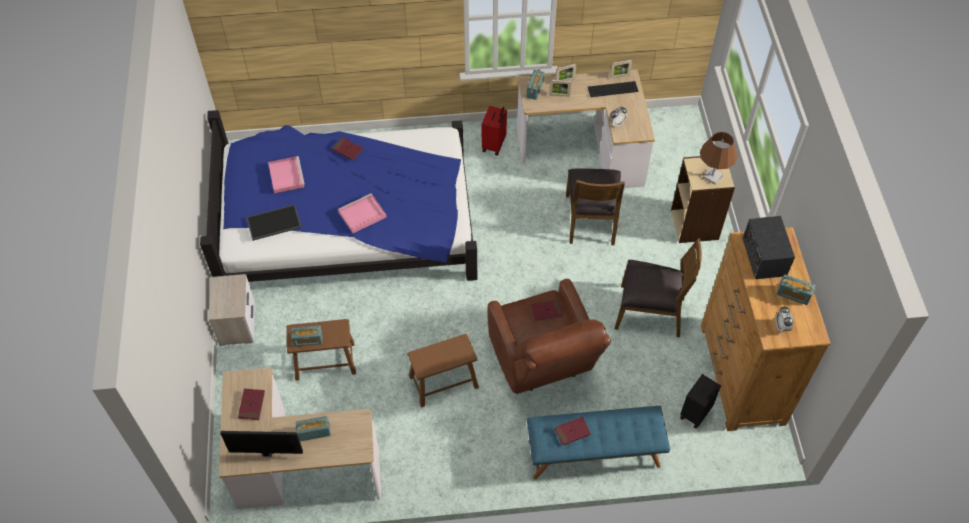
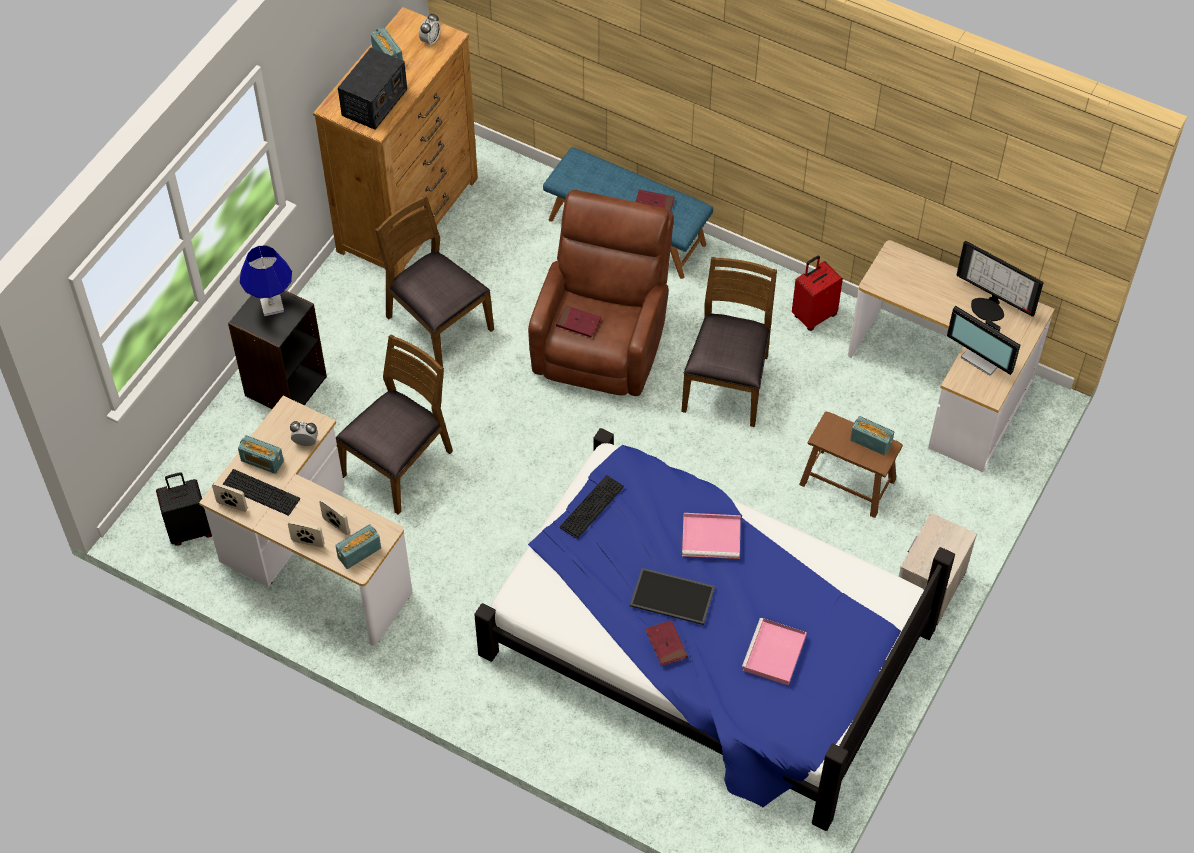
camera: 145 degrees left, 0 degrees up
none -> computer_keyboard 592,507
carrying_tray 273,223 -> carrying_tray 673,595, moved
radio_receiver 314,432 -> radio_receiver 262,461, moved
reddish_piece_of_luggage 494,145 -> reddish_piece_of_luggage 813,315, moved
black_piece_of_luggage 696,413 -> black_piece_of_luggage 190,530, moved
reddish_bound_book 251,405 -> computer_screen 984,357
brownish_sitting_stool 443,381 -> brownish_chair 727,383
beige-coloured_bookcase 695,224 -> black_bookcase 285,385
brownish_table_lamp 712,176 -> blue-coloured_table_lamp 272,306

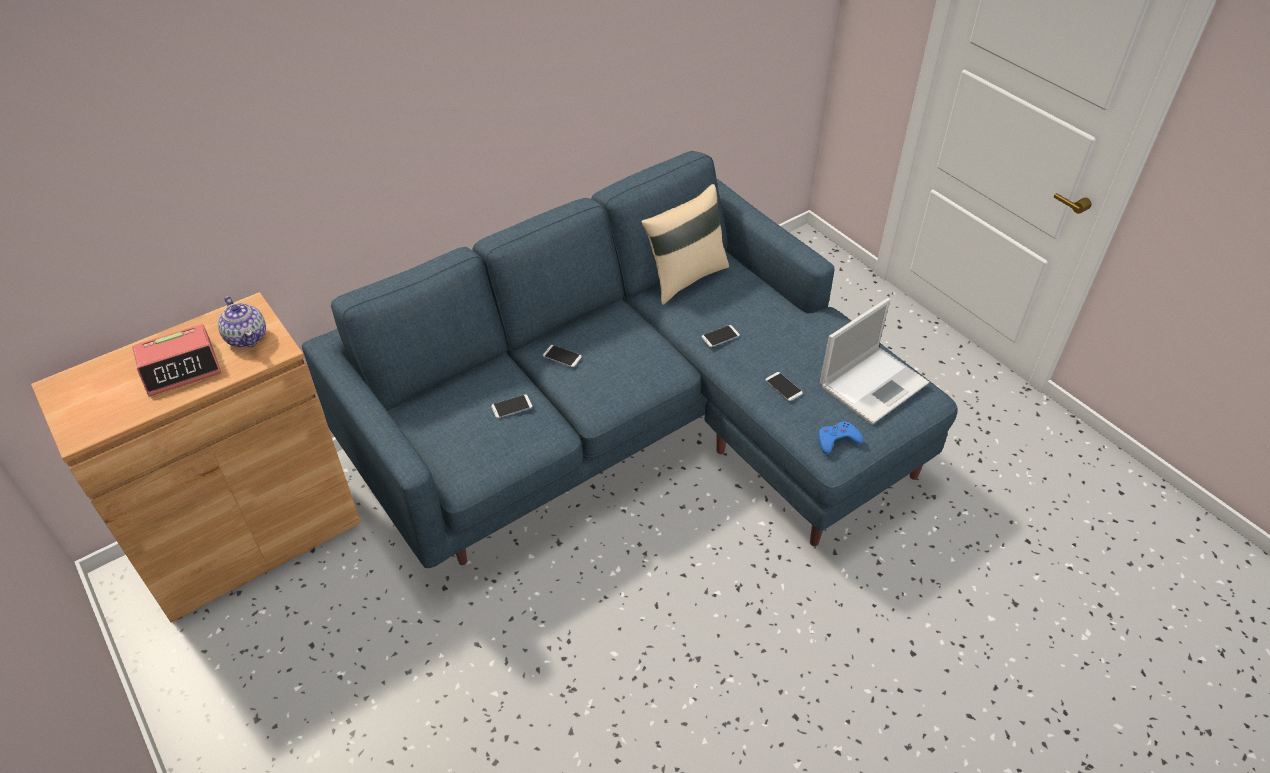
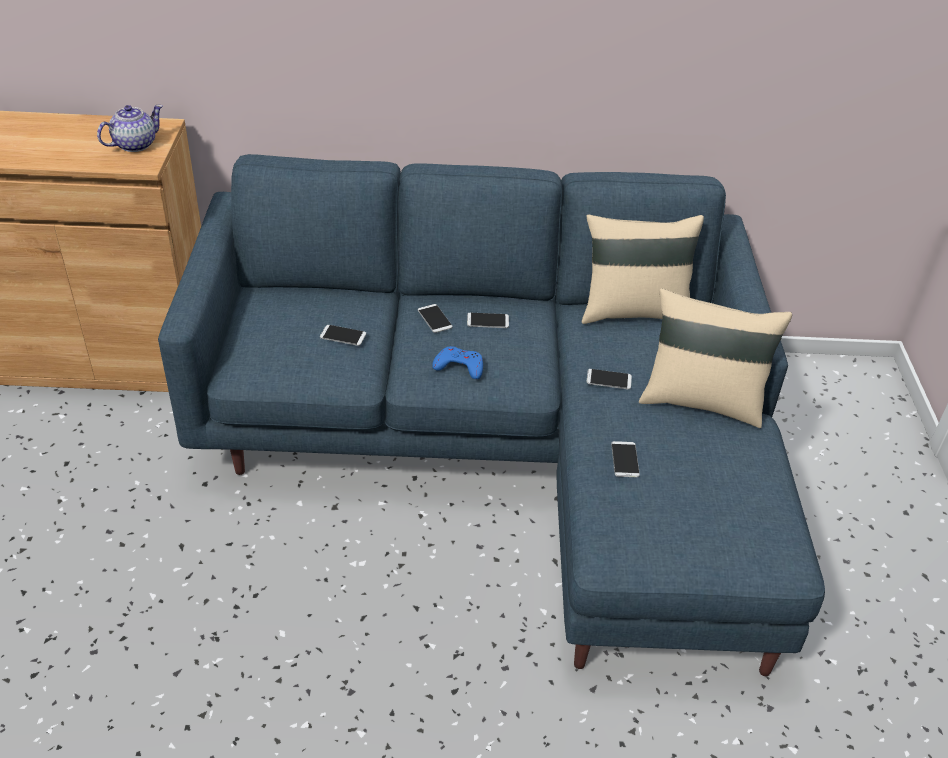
camera: 35 degrees right, 5 degrees down
bedside_clock 181,367 -> none
portable_computer 874,383 -> none
none -> phone 488,321
none -> beige-coloured_cushion 701,401
blue-coloured_gamepad 837,440 -> blue-coloured_gamepad 459,366, moved
pot_for_tea 247,337 -> pot_for_tea 134,145, 135 degrees counterclockwise

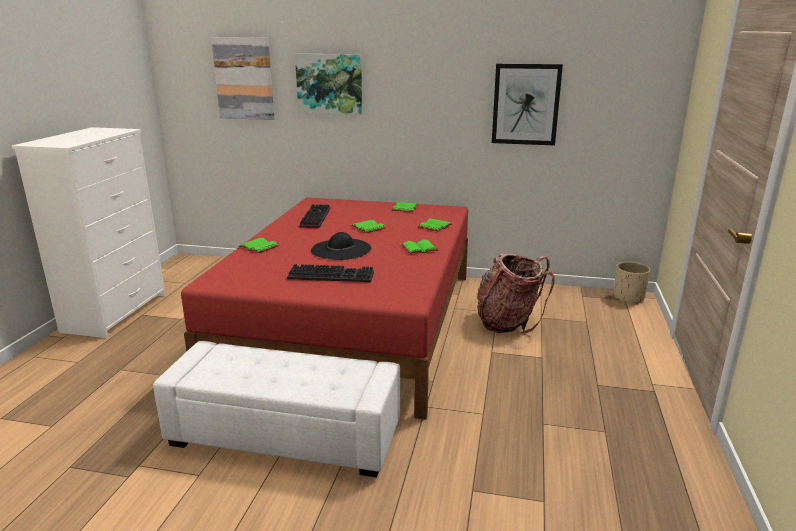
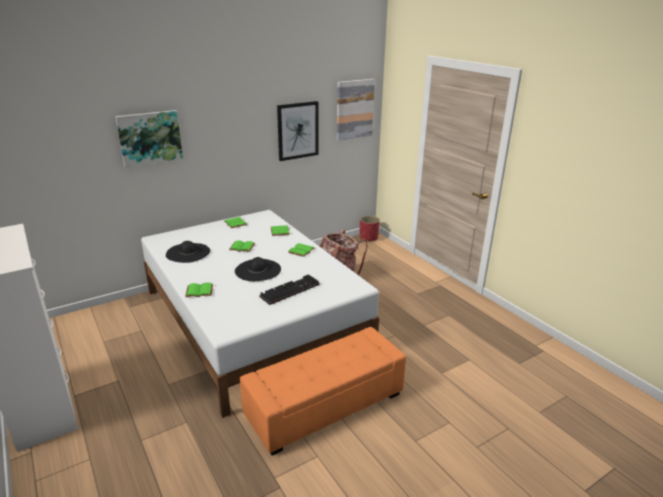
camera: 45 degrees left, 5 degrees up
picture 244,78 -> picture 354,109, moved
computer_keyboard 314,217 -> black_clothing_hat 188,253
white_ottoman 285,434 -> orange-coloured_ottoman 324,405
reddish_sleeping_bed 354,323 -> white_sleeping_bed 253,320
beige-coloured_planter 628,297 -> reddish_planter 368,238

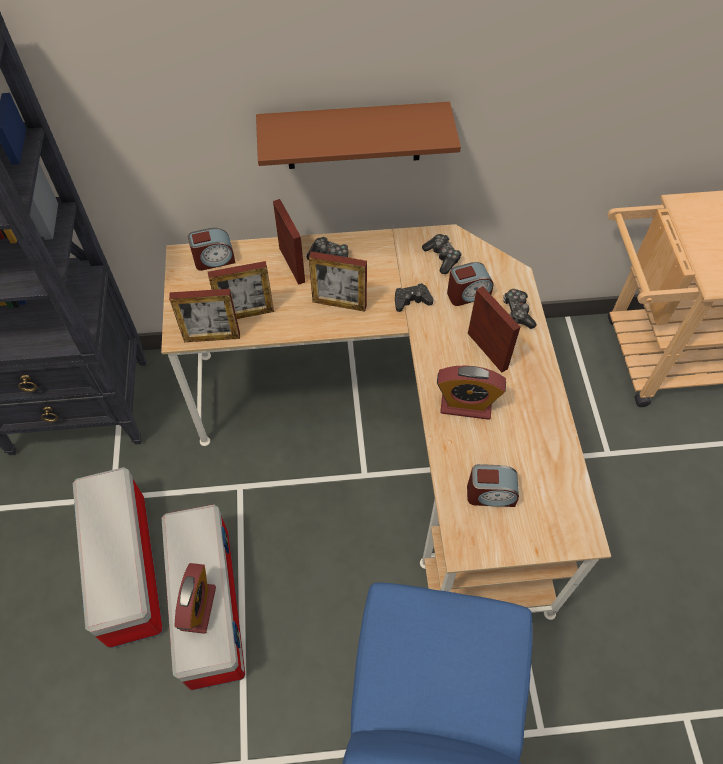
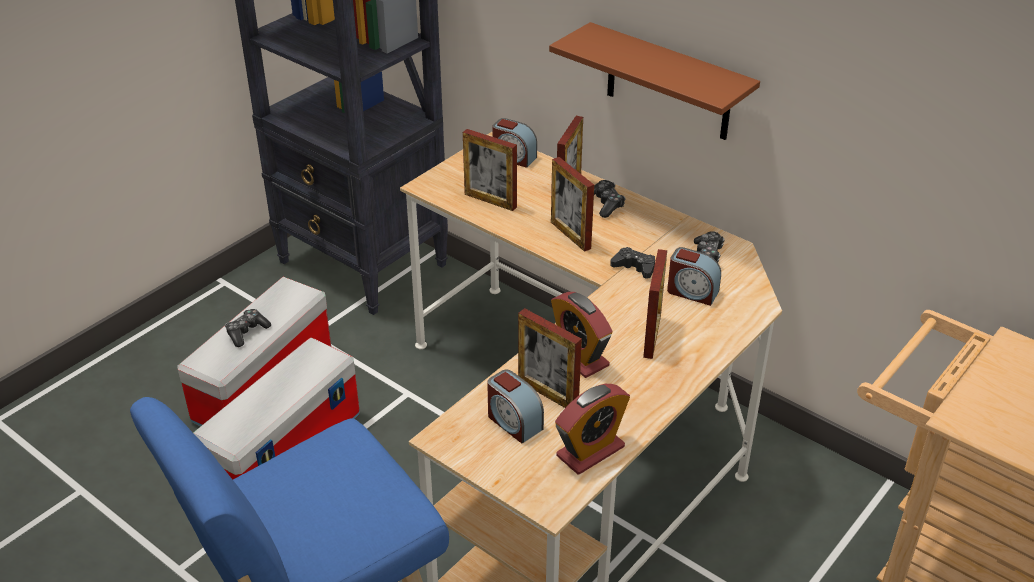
camera: 45 degrees right, 20 degrees down
picture_frame 212,337 -> picture_frame 548,393, moved
bedside_clock 198,608 -> bedside_clock 590,451, moved
gamepad 517,312 -> gamepad 247,332, moved

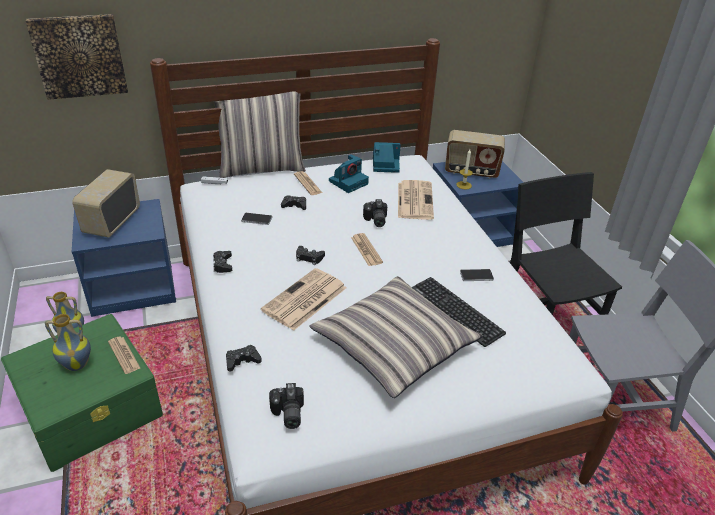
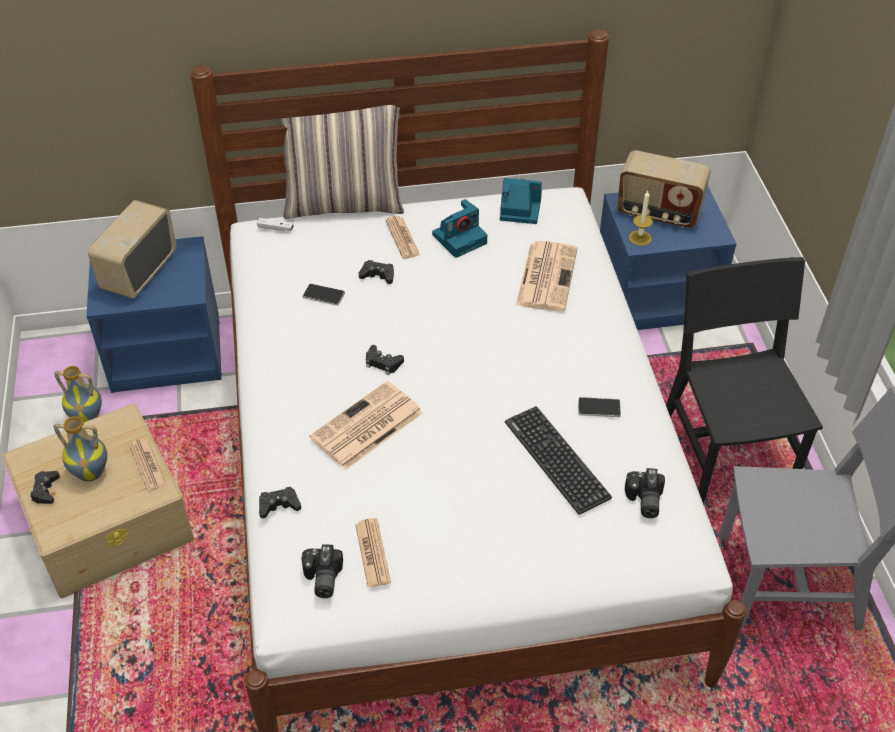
camera: 10 degrees right, 10 degrees up
picture 79,56 -> none
cushion 394,345 -> none
black_gamepad 222,264 -> black_gamepad 45,490, moved
newspaper 366,250 -> newspaper 372,553, moved
photo_camera 375,220 -> photo_camera 643,501, moved
green_storage_box 91,406 -> beige-coloured_storage_box 108,519

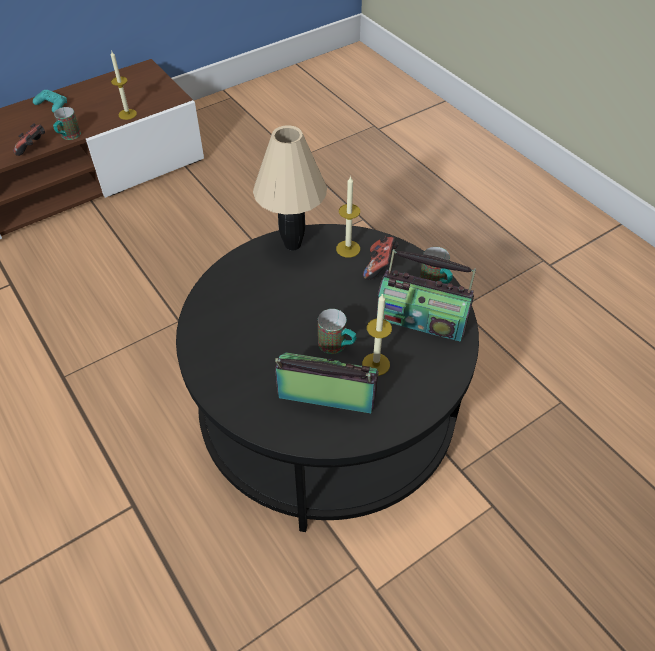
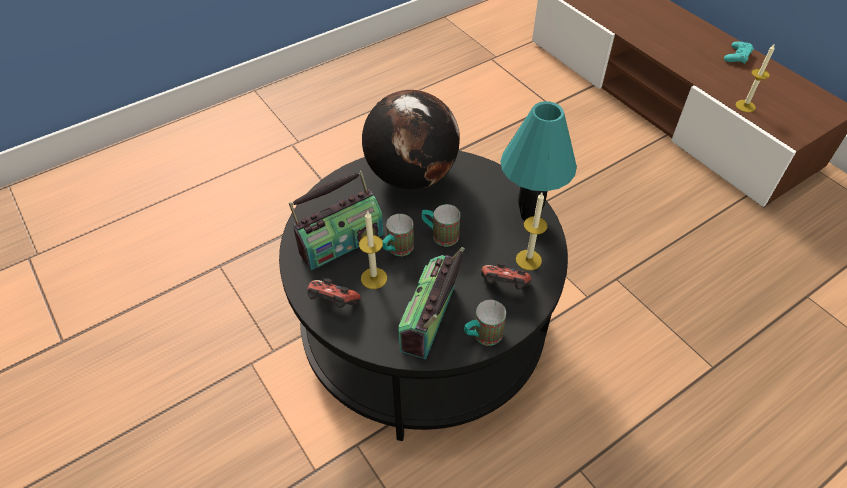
camera: 90 degrees right, 0 degrees up
none -> desk_globe 411,175
gamepad 34,148 -> gamepad 333,303, moved
mug 68,137 -> mug 440,235, moved
beige-coloured_table_lamp 292,245 -> blue-green_table_lamp 528,215
radio_receiver 326,396 -> radio_receiver 341,242, 45 degrees clockwise

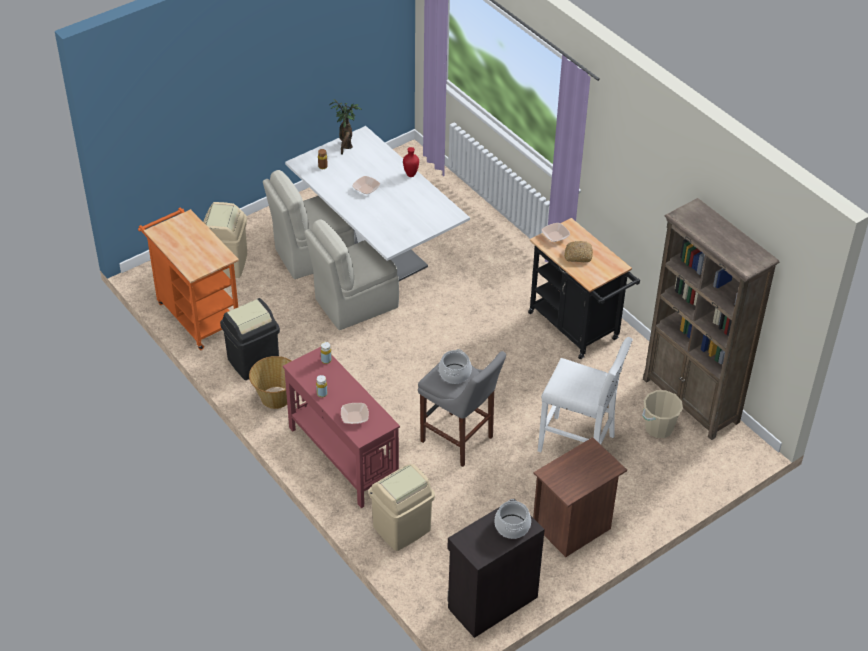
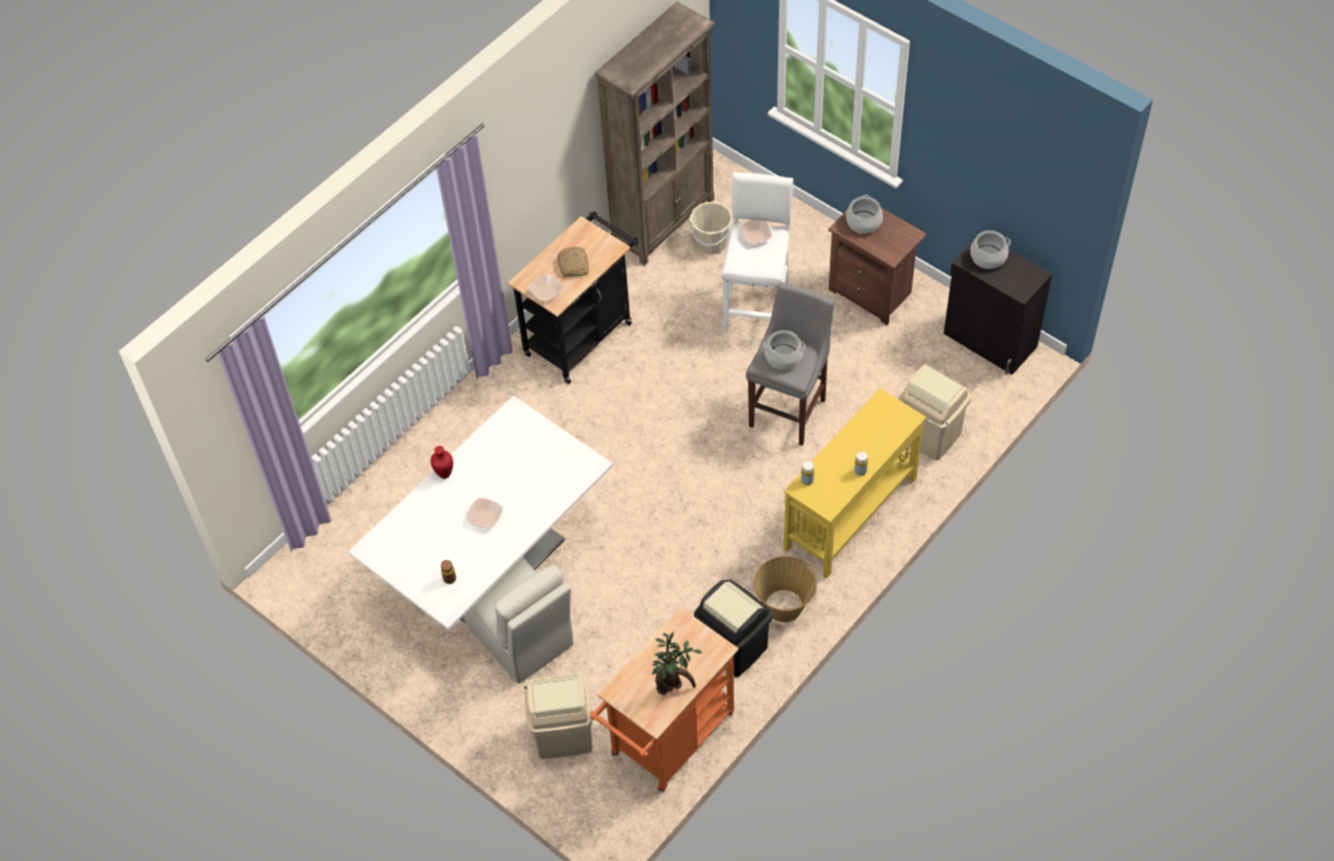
camera: 100 degrees left, 10 degrees up
beige-coloured_chair 354,304 -> none
none -> stockpot 864,222
plant_in_a_pot 346,146 -> plant_in_a_pot 673,686, moved
serving_bowl 354,417 -> serving_bowl 755,235, moved
reddish_narrow_table 343,456 -> yellow_narrow_table 849,513

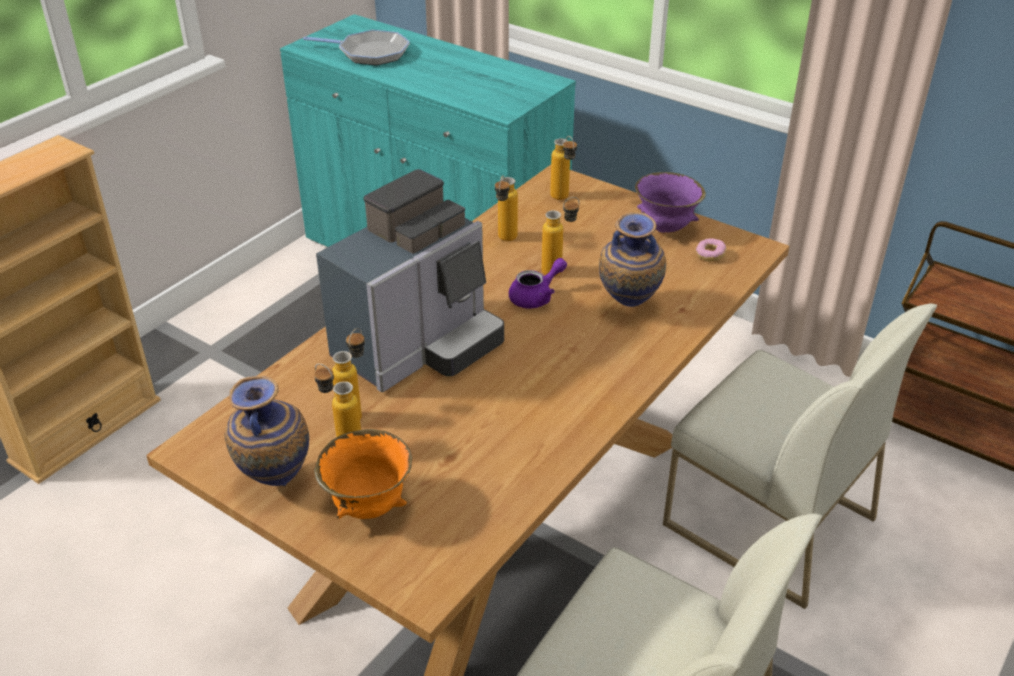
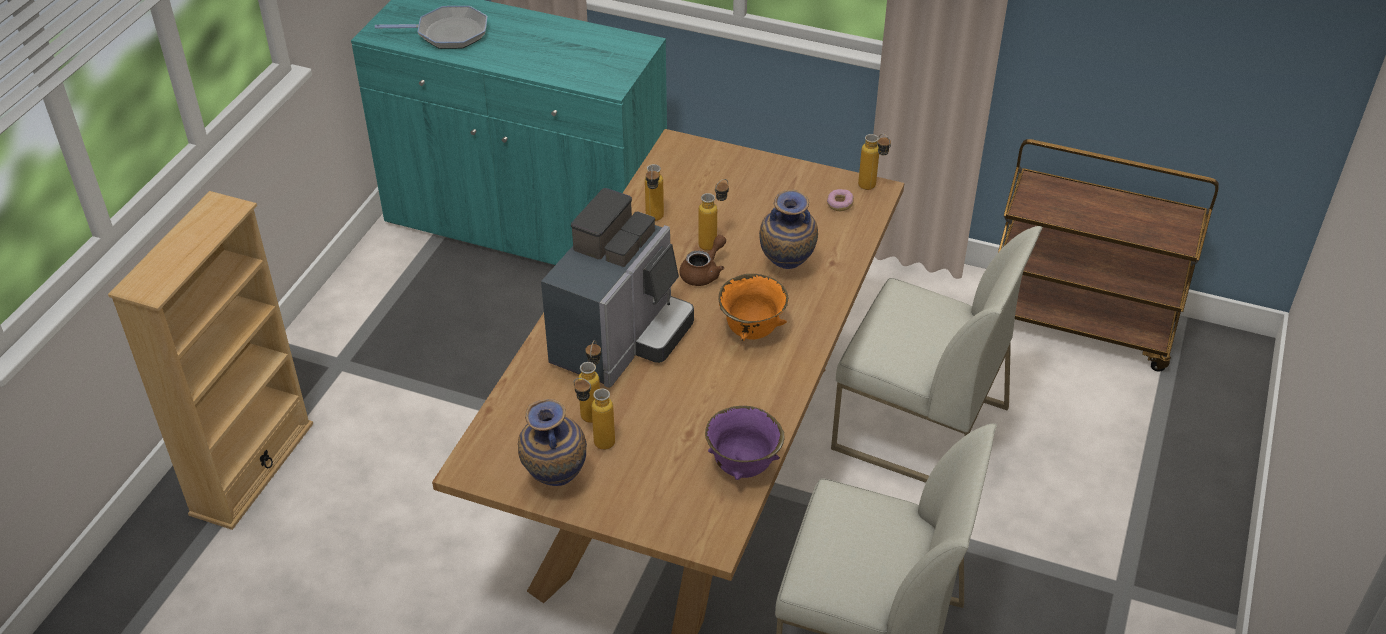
camera: 15 degrees left, 5 degrees up
orange-coloured_serving_bowl 368,506 -> orange-coloured_serving_bowl 751,331, moved
drink_bottle 563,199 -> drink_bottle 872,188, moved
purple-coloured_serving_bowl 665,229 -> purple-coloured_serving_bowl 742,468, moved
purple-coloured_pot_for_tea 536,297 -> brownish_pot_for_tea 704,273

